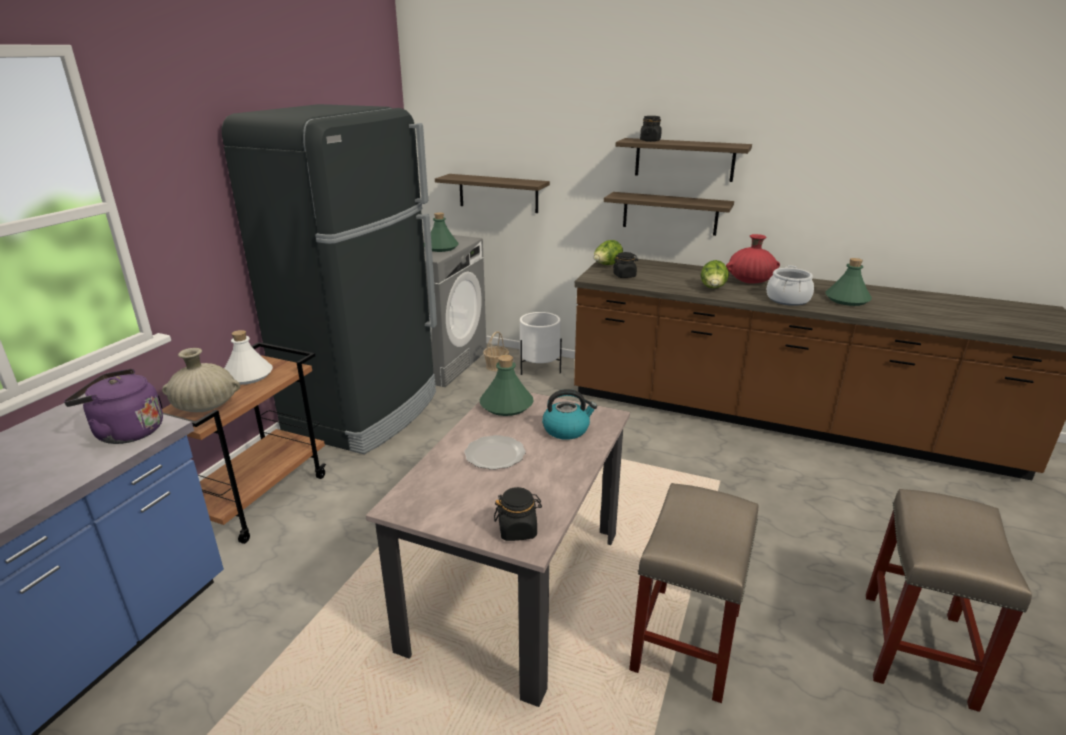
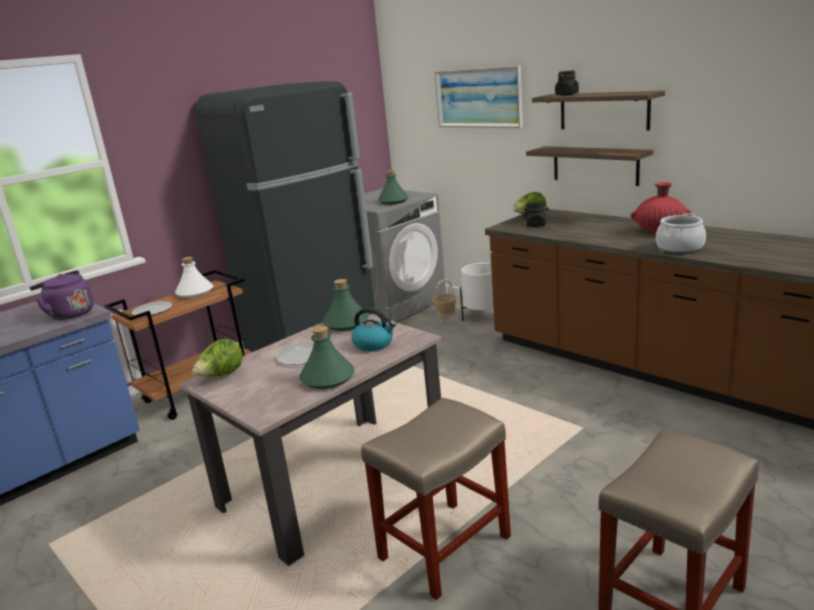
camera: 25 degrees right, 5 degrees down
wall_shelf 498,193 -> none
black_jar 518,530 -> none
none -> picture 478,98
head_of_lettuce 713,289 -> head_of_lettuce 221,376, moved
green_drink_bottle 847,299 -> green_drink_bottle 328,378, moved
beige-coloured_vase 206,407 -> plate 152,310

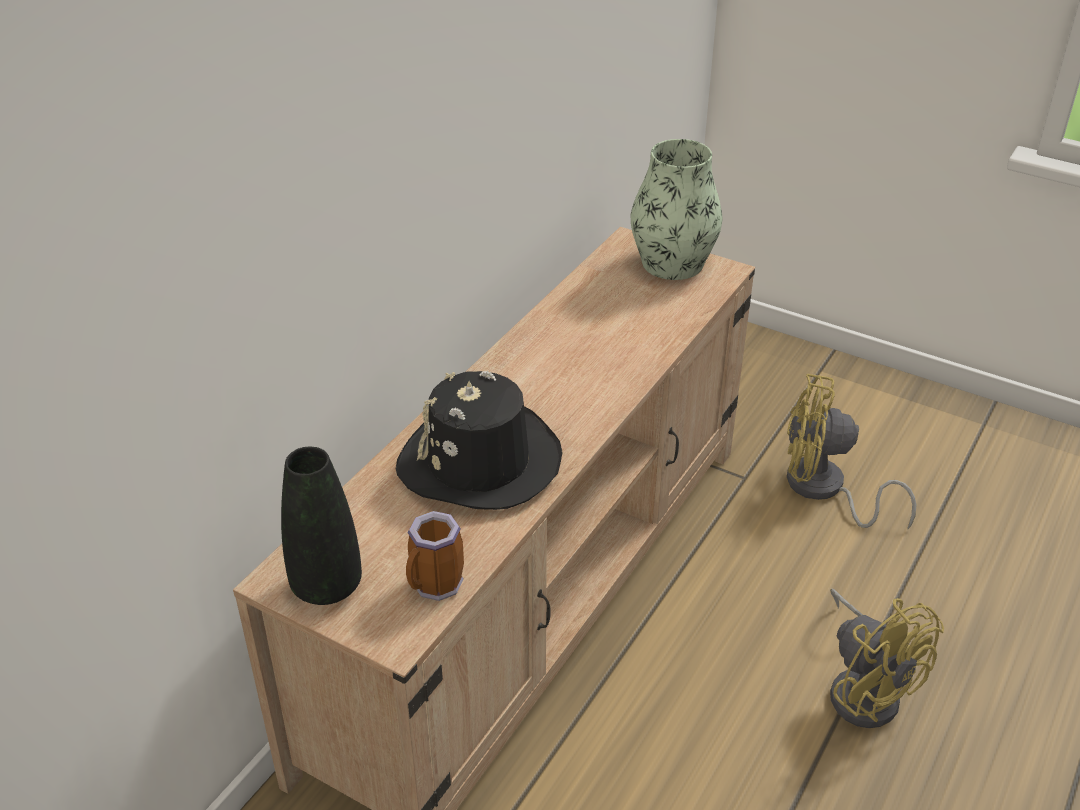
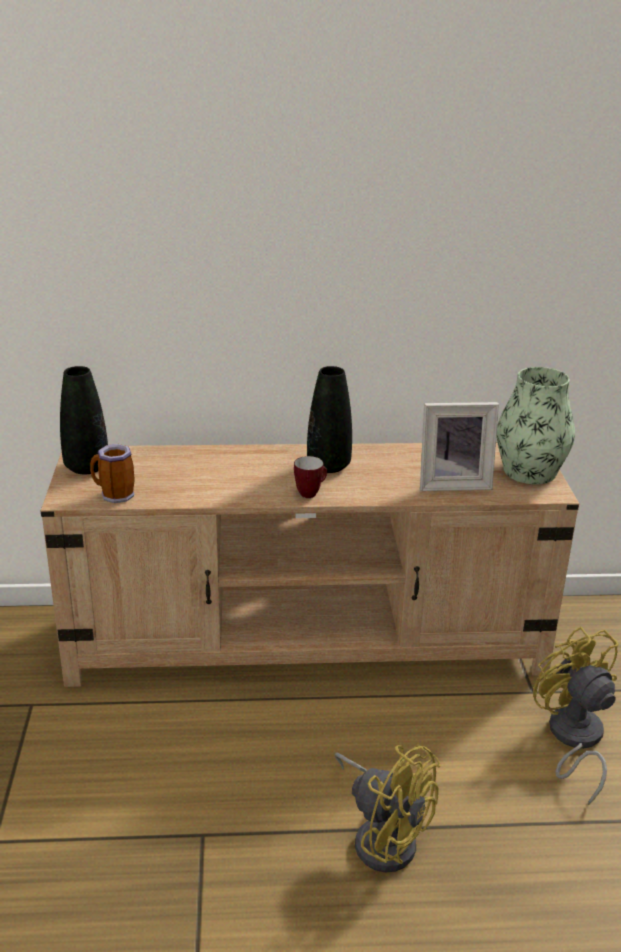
camera: 55 degrees right, 10 degrees down
black_clothing_hat 479,462 -> none
none -> mug 311,493
none -> black_vase 328,466
none -> picture_frame 453,483
yellow_cooling_fan 864,689 -> yellow_cooling_fan 383,836, 75 degrees counterclockwise

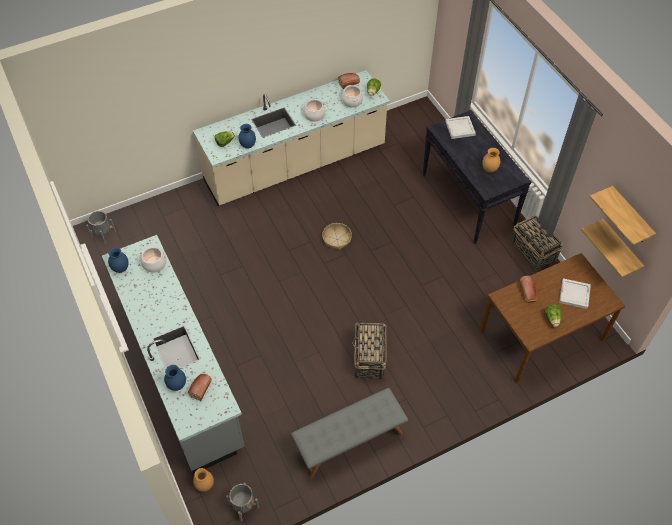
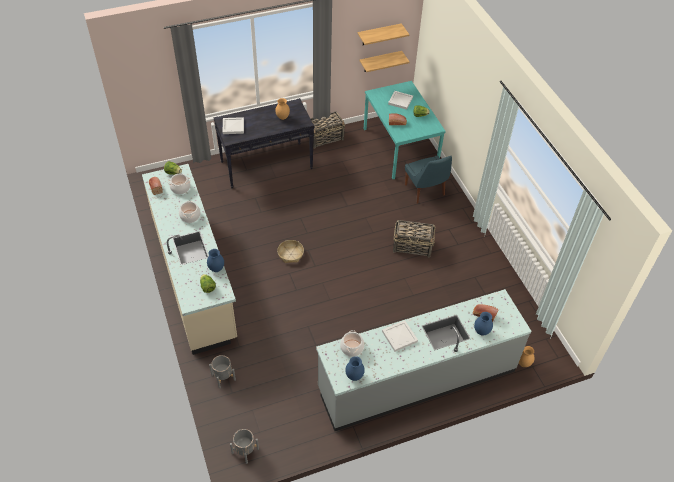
camera: 85 degrees left, 5 degrees down
gray_indoor_bench 349,442 -> none
none -> white_carrying_tray 399,336
none -> blue-coloured_chair 425,191
gray_planter 243,506 -> gray_planter 223,377, moved
brownish_dining_table 541,336 -> blue-green_dining_table 400,148

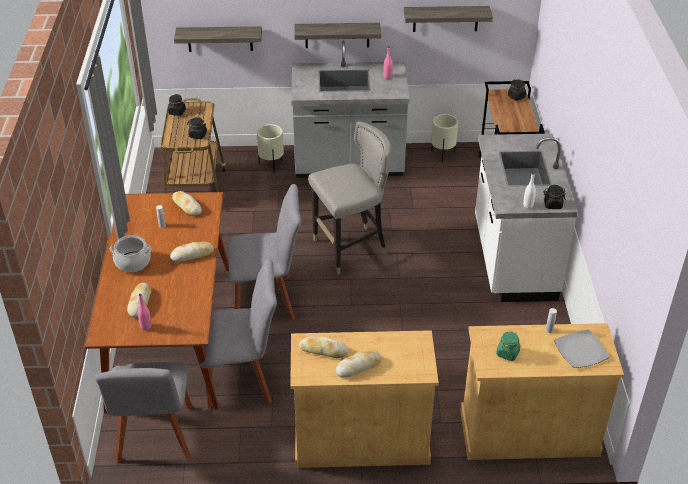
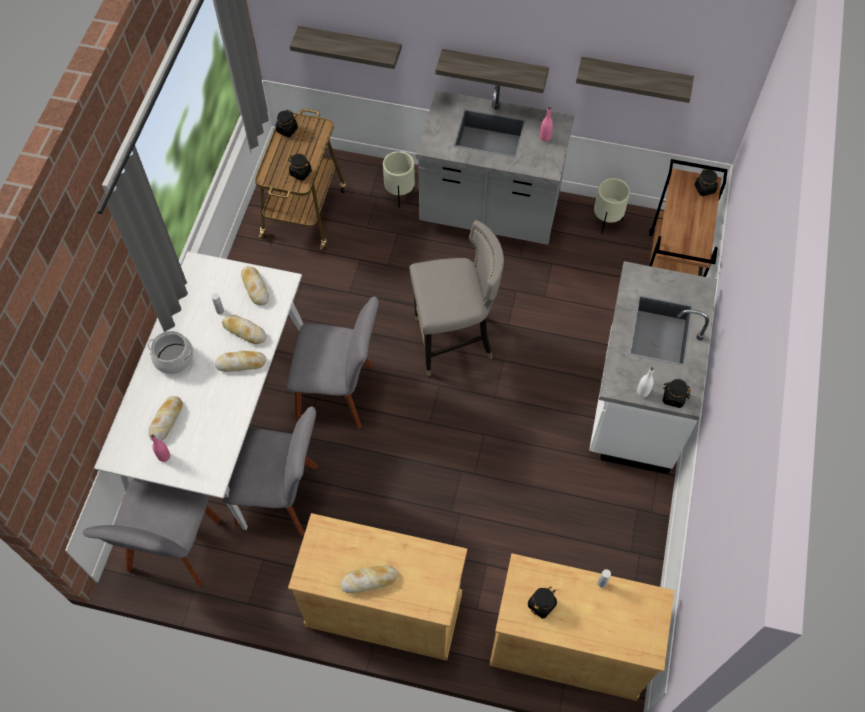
camera: 15 degrees right, 20 degrees up
plate 580,350 -> none
bread 323,350 -> bread 244,331, moved
brownish_dining_table 171,334 -> white_dining_table 223,417
green_jar 507,353 -> black_jar 541,604

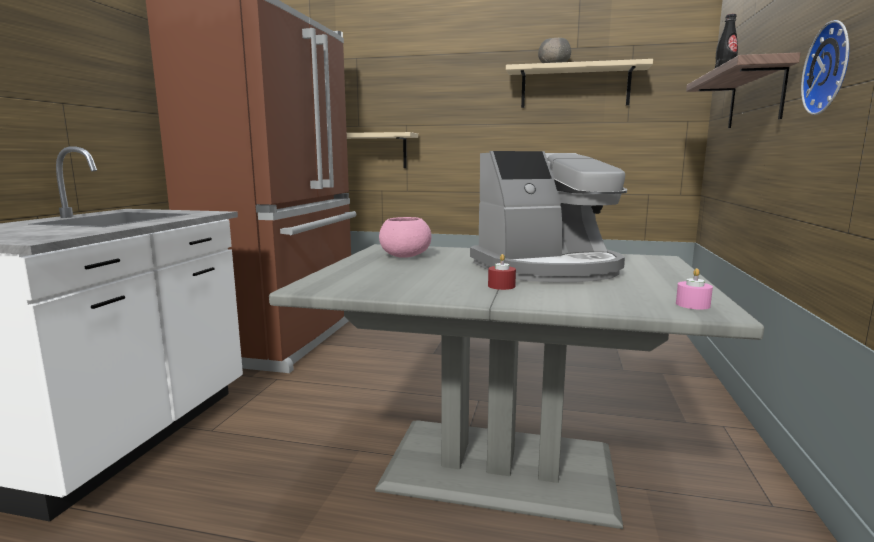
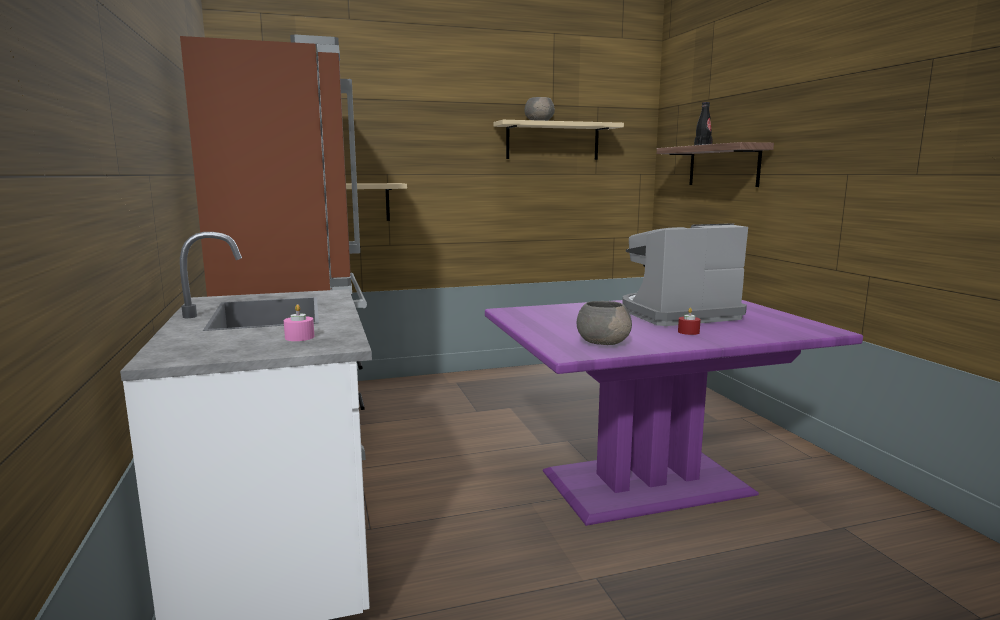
camera: 30 degrees left, 0 degrees up
pink-coloured_serving_bowl 404,256 -> none
clock_on_the_wall 832,68 -> none
none -> gray_serving_bowl 602,343
pink-coloured_candle 692,305 -> pink-coloured_candle 299,337, moved
gray_dining_table 500,469 -> purple-coloured_dining_table 648,484
coffee_maker 548,268 -> coffee_maker 677,314, 150 degrees counterclockwise

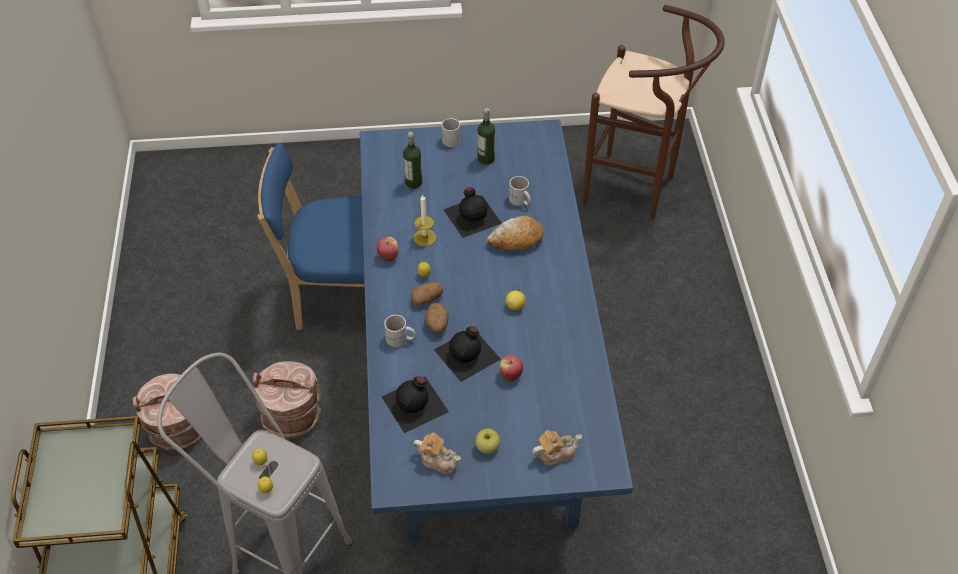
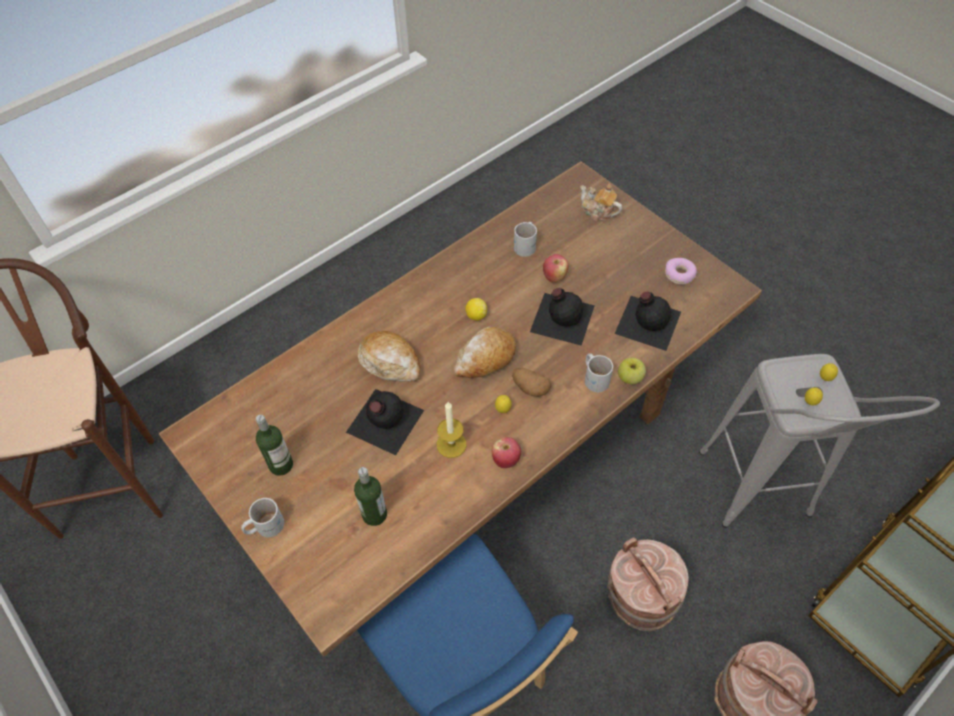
camera: 125 degrees left, 5 degrees up
spud 437,325 -> none
none -> bread 485,359
whole_apple 487,447 -> whole_apple 630,378, moved
white_mug 520,201 -> white_mug 526,245, moved
pot_for_tea 438,460 -> ring_doughnut 679,275
blue-coloured_dining_table 478,389 -> brownish_dining_table 478,460

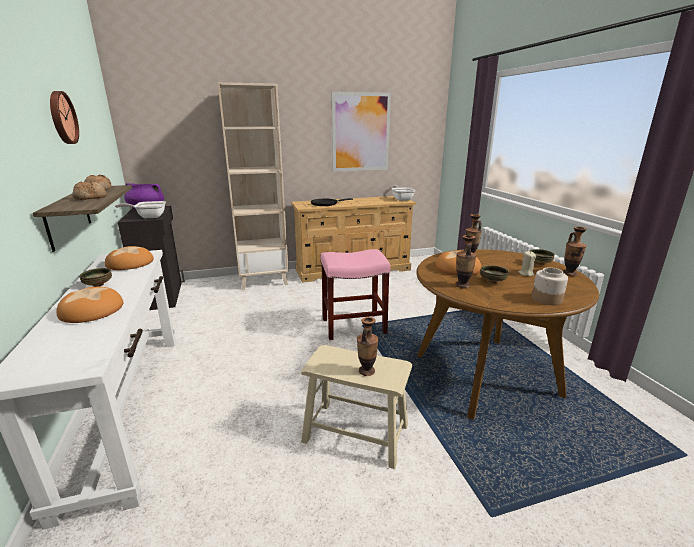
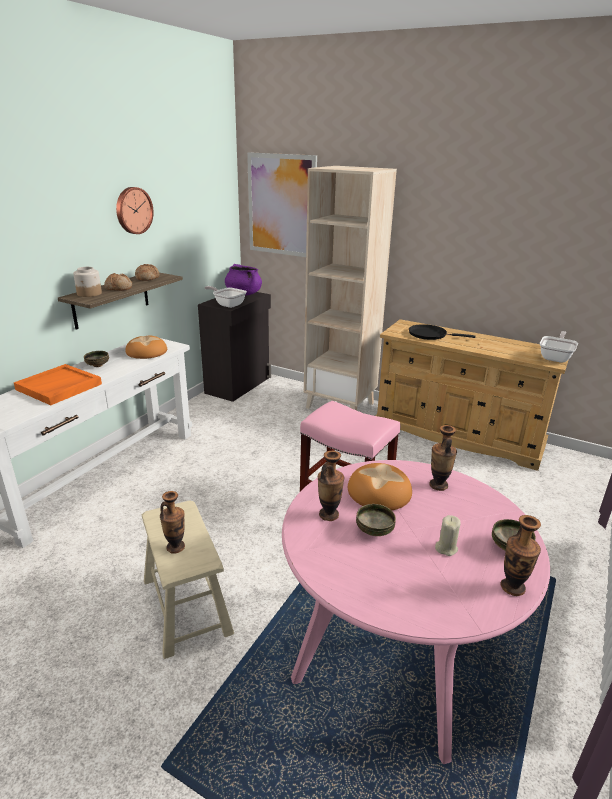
camera: 45 degrees right, 5 degrees up
picture 360,132 -> picture 282,205, moved
jar 547,299 -> jar 89,294, moved
bread 92,310 -> orange-coloured_carrying_tray 59,387
brownish_dining_table 485,374 -> pink-coloured_dining_table 394,656

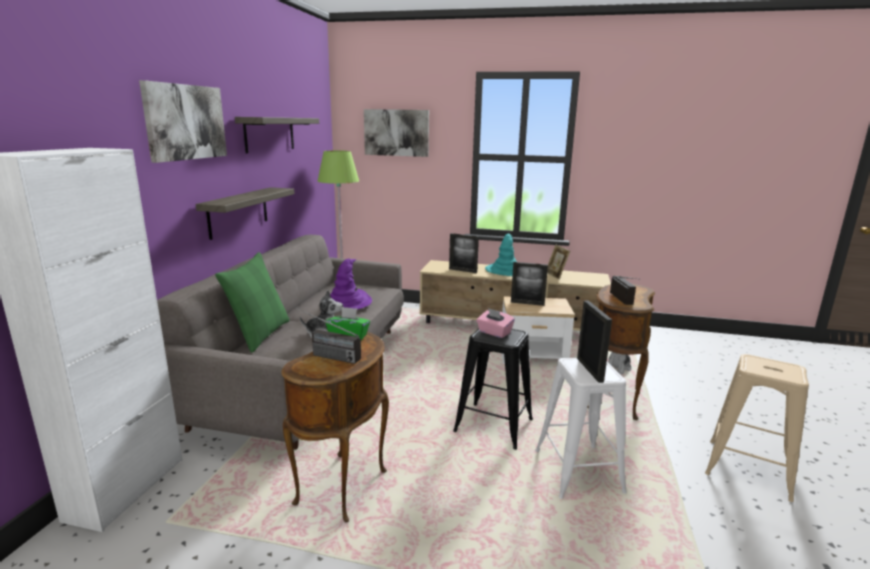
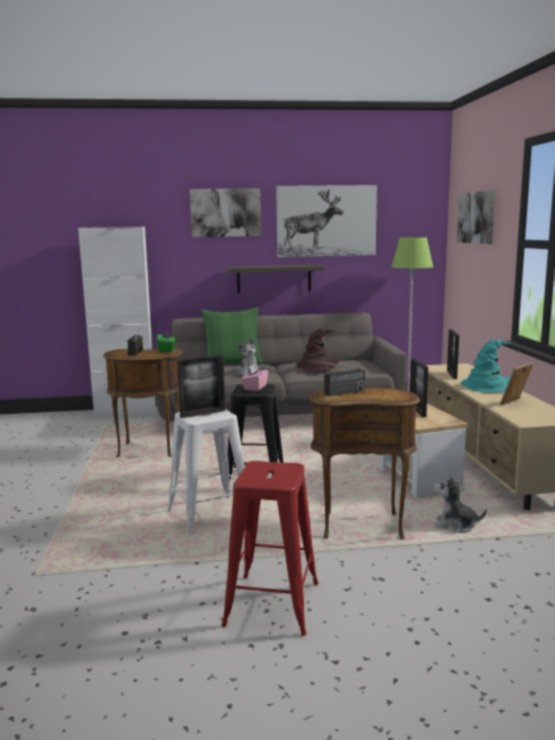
camera: 70 degrees right, 5 degrees down
wall_shelf 269,134 -> picture 326,221
purple-coloured_clothing_hat 347,302 -> brownish_clothing_hat 317,366
beige-coloured_sitting_stool 747,469 -> reddish_sitting_stool 272,603

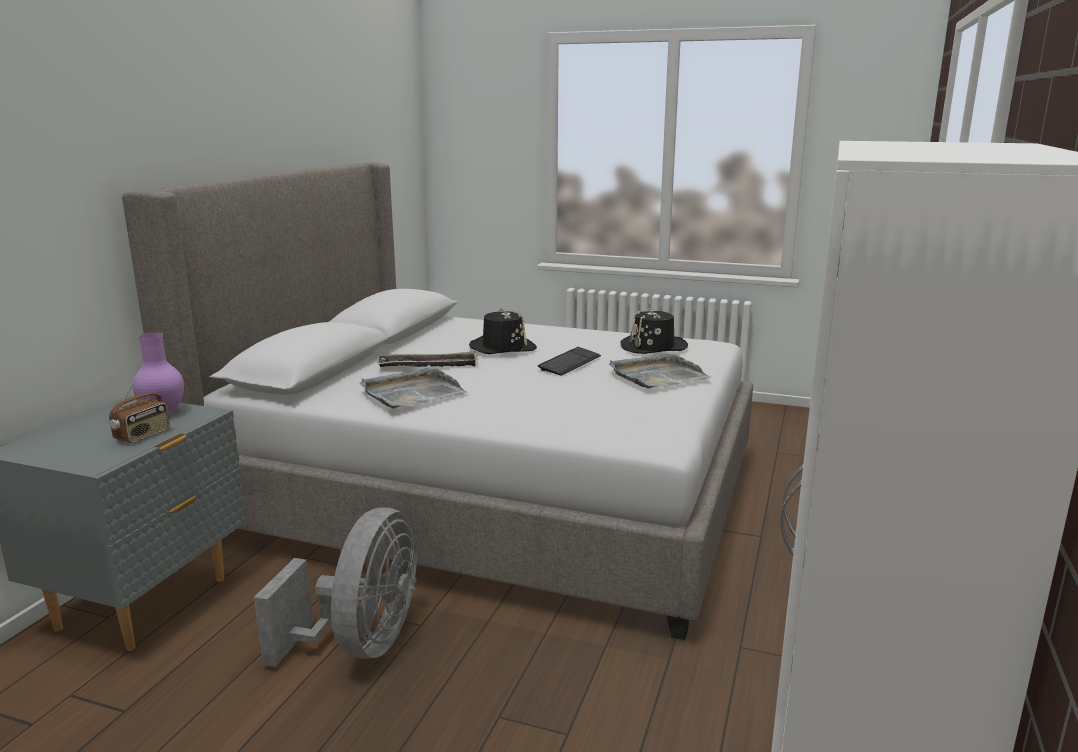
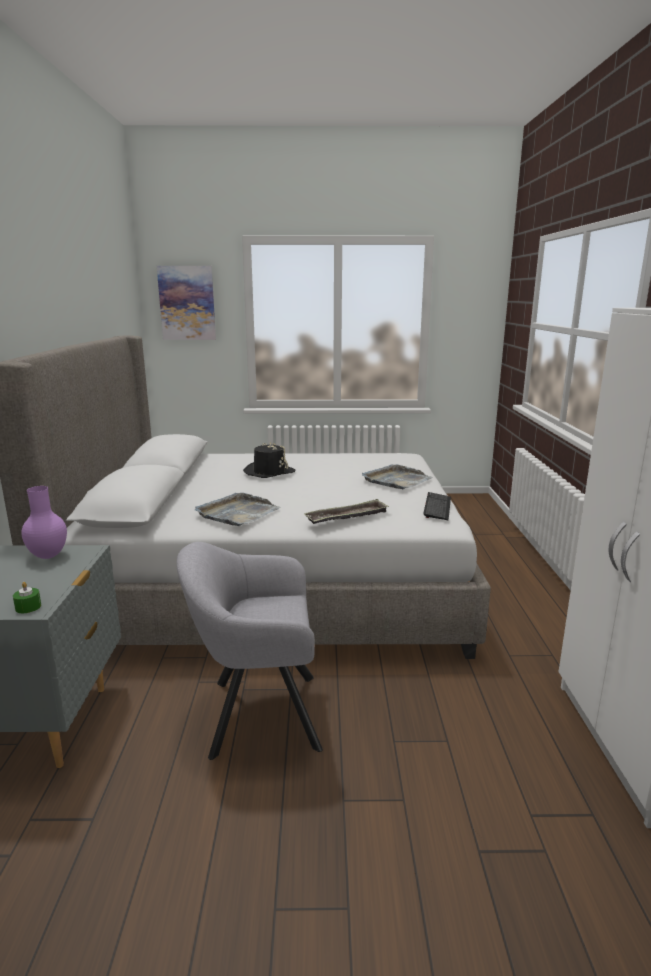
camera: 20 degrees left, 0 degrees up
radio_receiver 143,436 -> none
black_clothing_hat 653,347 -> none
none -> green_candle 28,607
none -> picture 187,303
carrying_tray 428,365 -> carrying_tray 347,517, moved
computer_keyboard 570,363 -> computer_keyboard 437,507, moved
gray_cooling_fan 361,644 -> gray_easy_chair 256,714

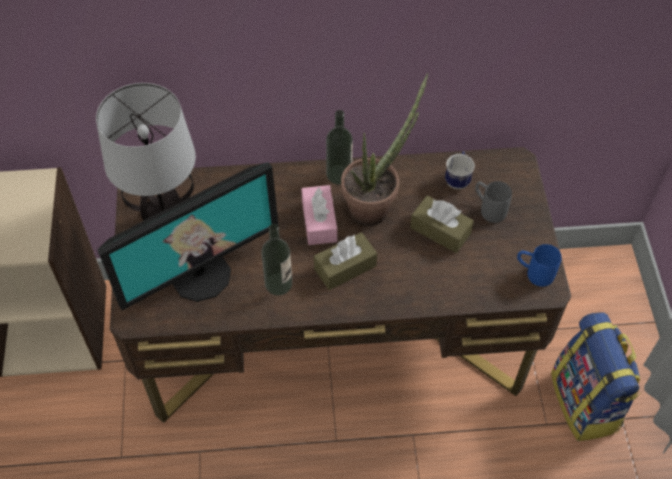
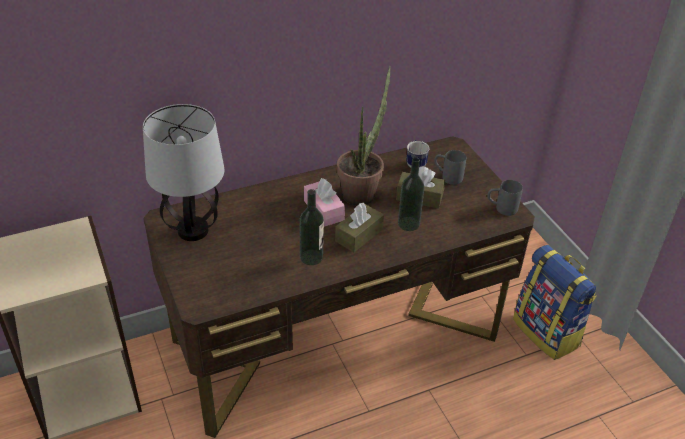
camera: 20 degrees left, 15 degrees down
computer_screen 201,276 -> none
drink_bottle 339,174 -> drink_bottle 408,224, moved
blue-coloured_mug 534,273 -> gray_mug 501,208

